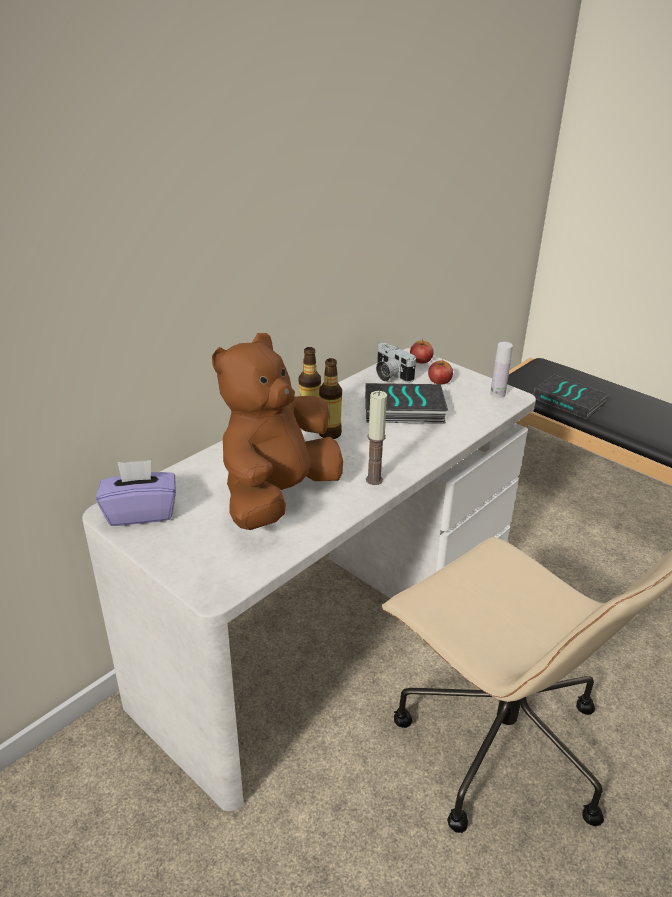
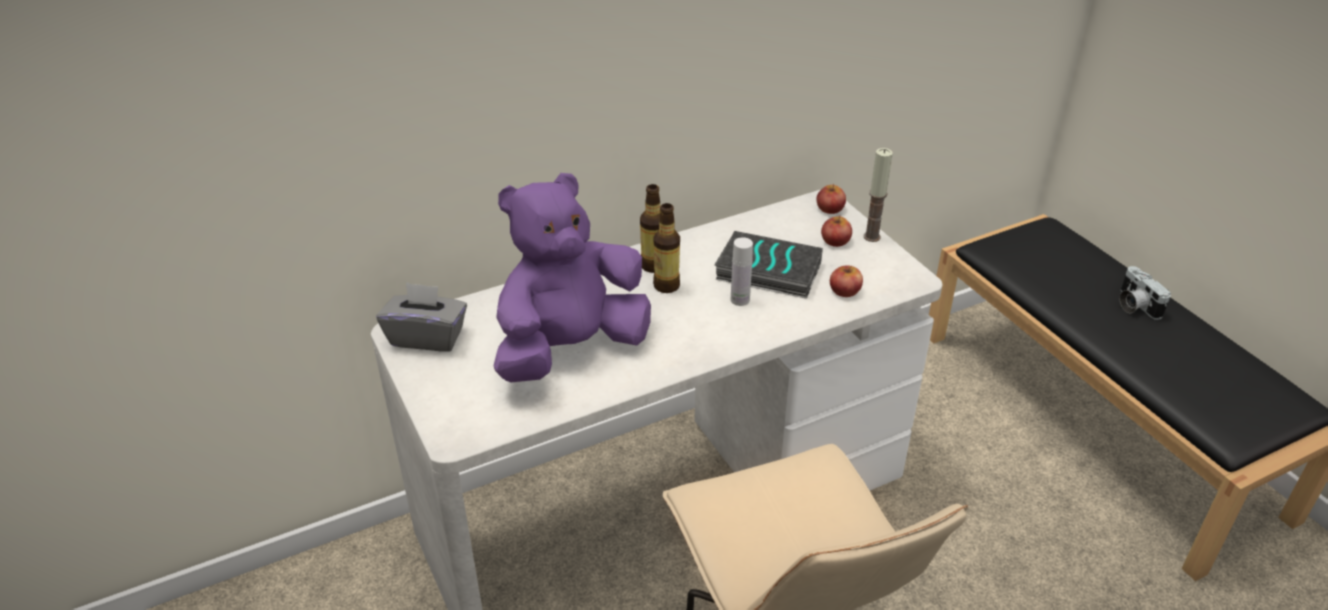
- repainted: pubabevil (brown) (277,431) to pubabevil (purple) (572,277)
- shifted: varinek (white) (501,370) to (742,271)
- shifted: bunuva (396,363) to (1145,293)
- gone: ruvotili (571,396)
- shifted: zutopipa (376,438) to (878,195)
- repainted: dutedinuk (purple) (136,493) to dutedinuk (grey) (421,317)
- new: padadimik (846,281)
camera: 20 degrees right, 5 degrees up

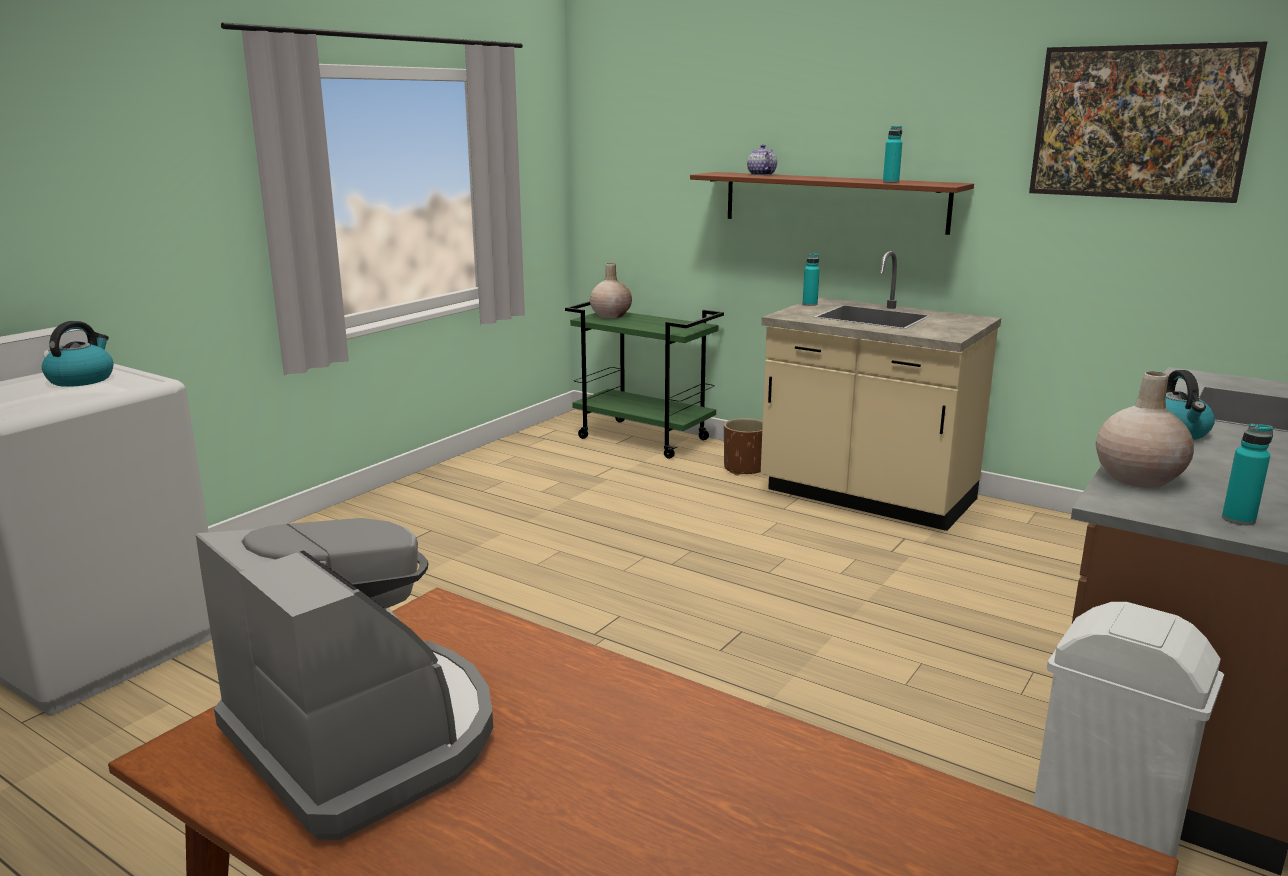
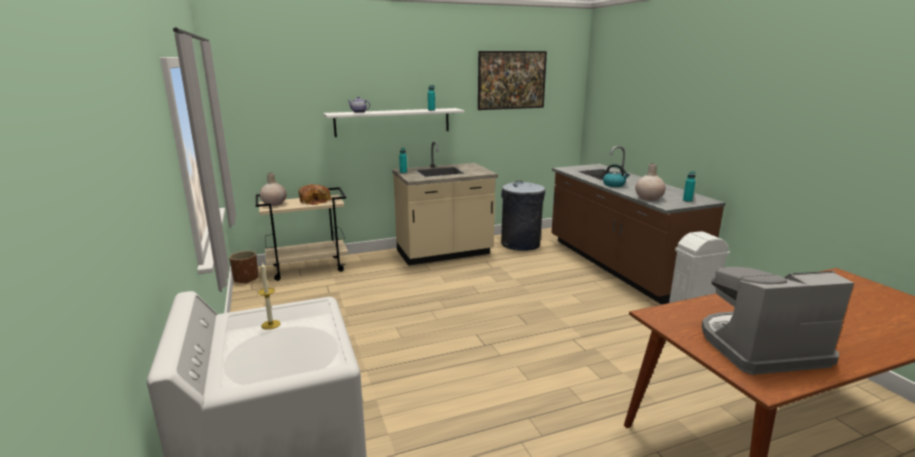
- repainted: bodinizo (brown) (832,203) to bodinizo (white) (394,122)
- repainted: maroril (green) (644,380) to maroril (beige) (302,234)
- swapped: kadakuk (78,354) to zutopipa (269,296)
- shifted: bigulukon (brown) (743,447) to (243,267)
- new: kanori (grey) (523,215)
- new: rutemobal (315,194)
camera: 55 degrees left, 0 degrees up

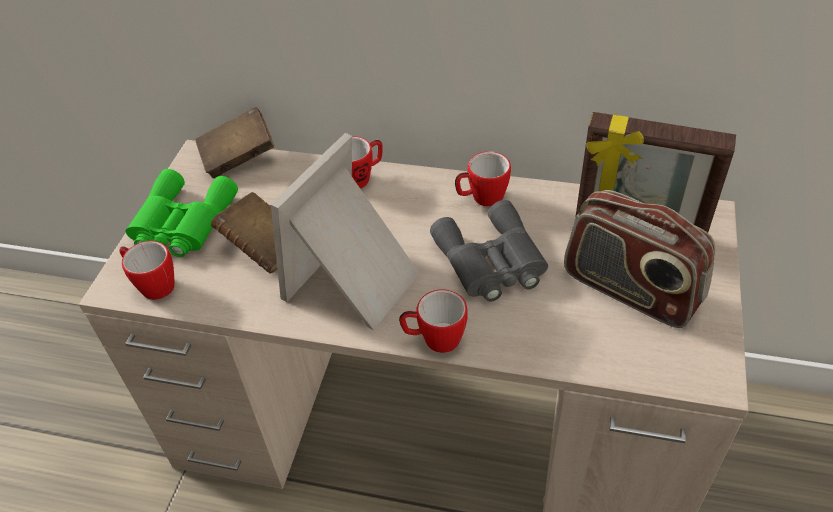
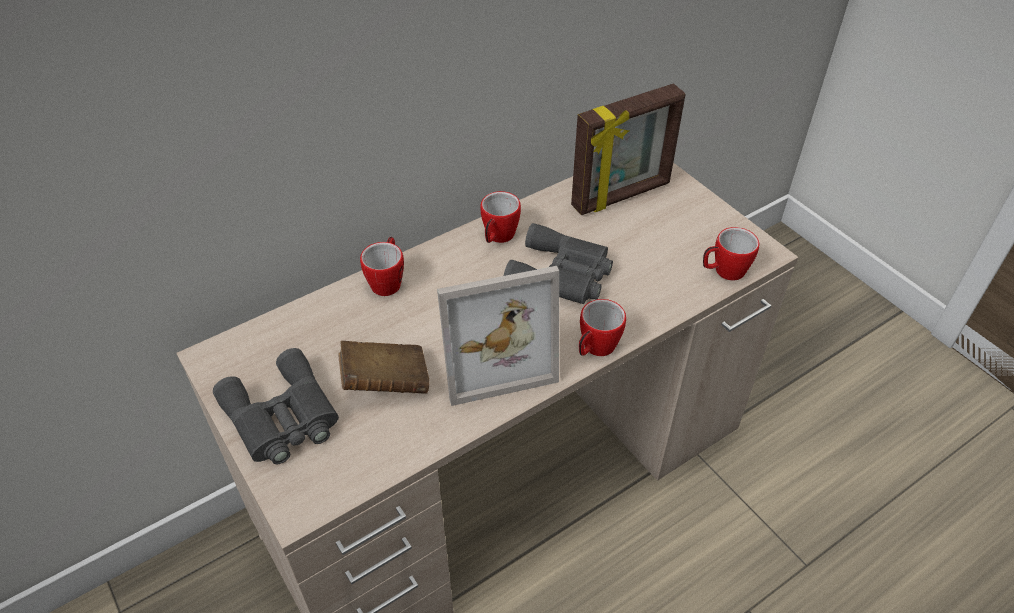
- gone: ruvotili (brown) (235,142)
- rotated: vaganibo (345,231) = (498,336) 90 degrees counterclockwise
- repainted: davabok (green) (182,213) to davabok (grey) (276,406)
- gone: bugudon (639,259)
- shifted: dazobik (147,270) to (731,254)
camera: 50 degrees left, 0 degrees up

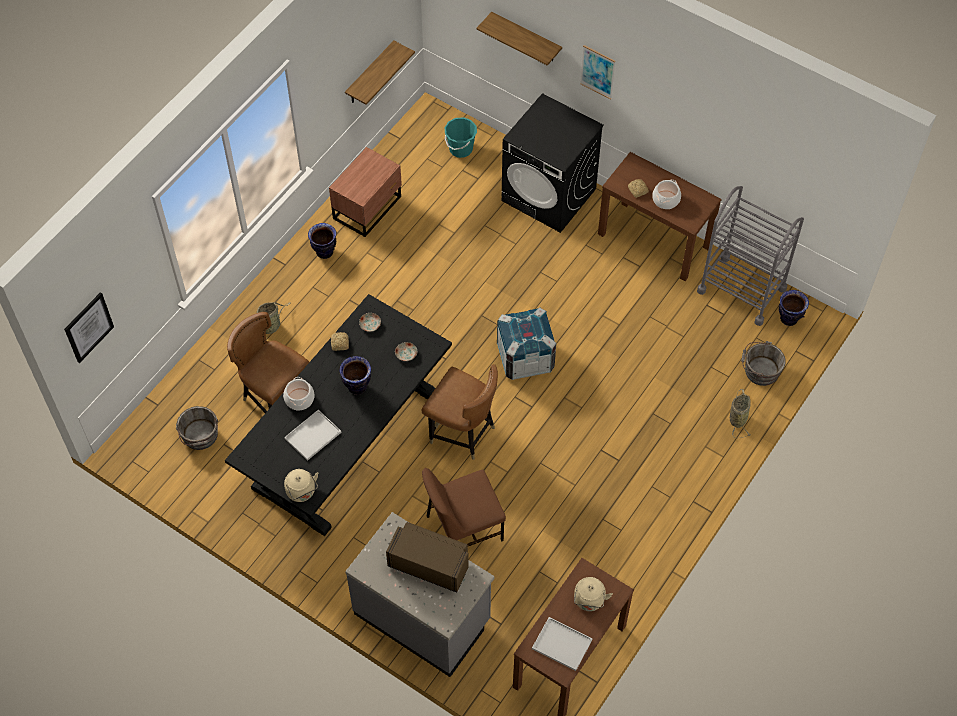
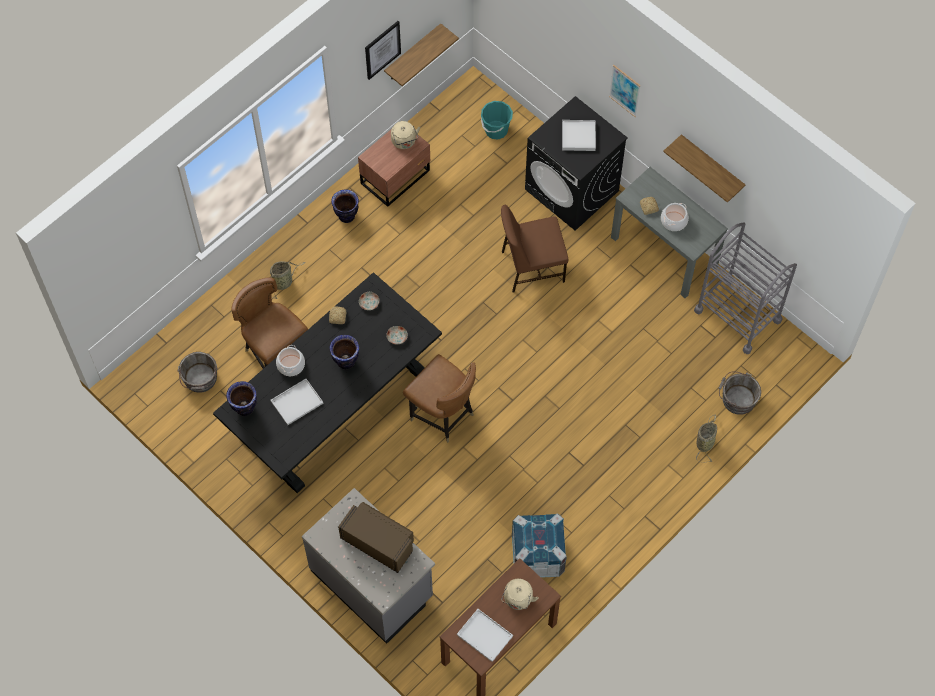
- shifted: bodinizo (519,39) to (704,168)
- repainted: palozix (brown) (660,216) to palozix (grey) (669,232)
- shifted: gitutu (794,308) to (241,398)
- shifted: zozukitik (89,327) to (383,50)
- shifted: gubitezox (526,343) to (539,545)
- shifted: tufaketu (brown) (464,507) to (534,249)
- shifted: kadakuk (beige) (301,485) to (405,135)
- new: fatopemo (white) (579,135)
camera: 10 degrees right, 5 degrees up

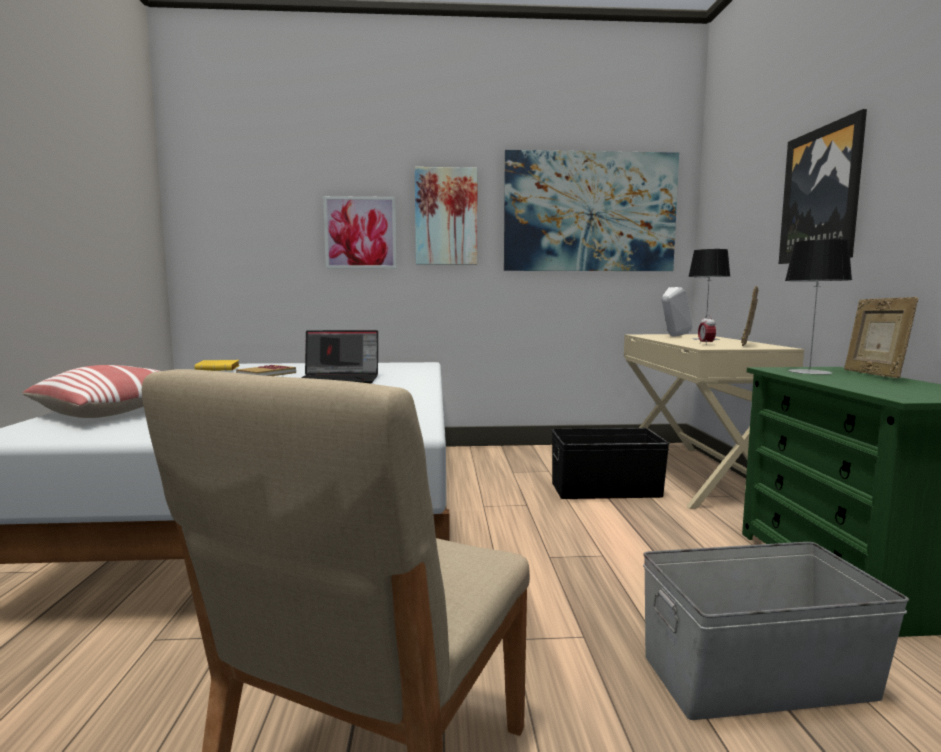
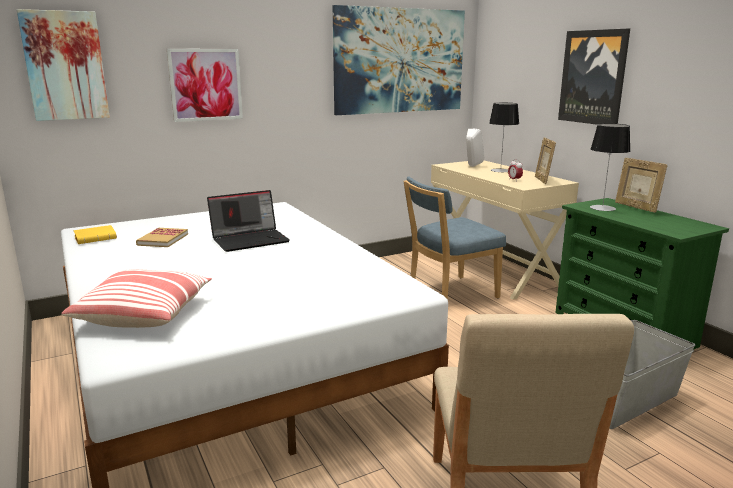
- shifted: zozukitik (446,216) to (63,65)
- swapped: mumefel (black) (610,463) to tufaketu (blue) (454,238)
camera: 25 degrees left, 10 degrees up

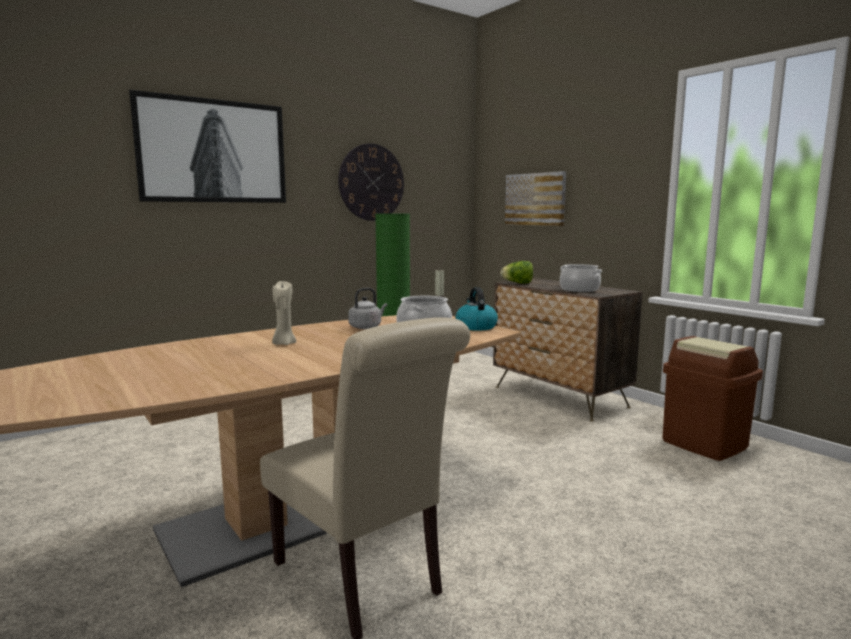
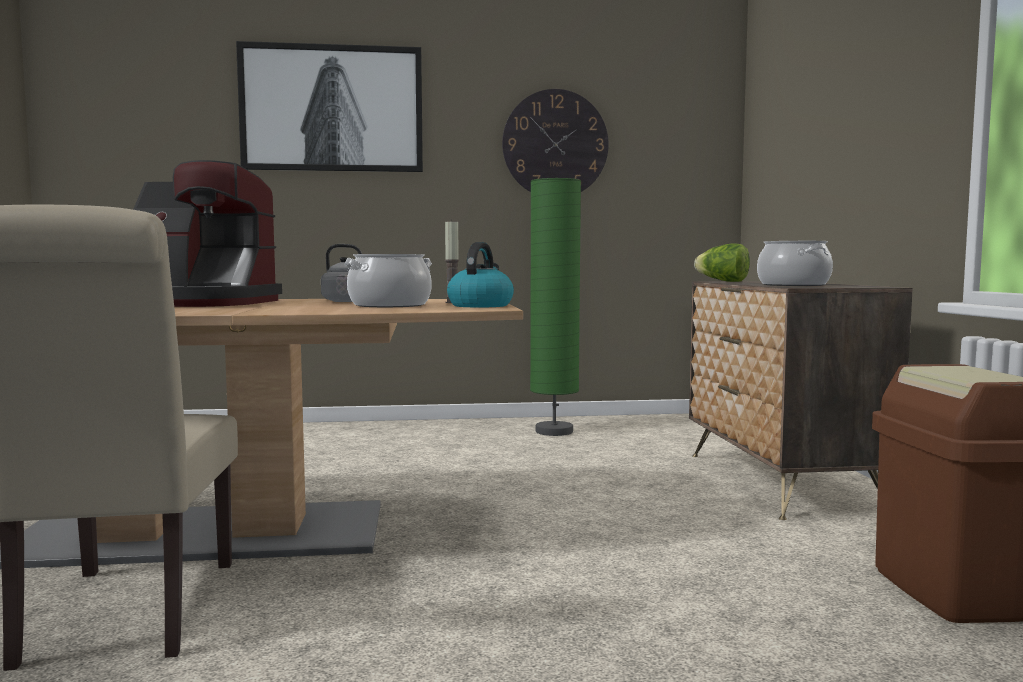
- gone: zozukitik (535,198)
- swapped: zutopipa (beige) (284,313) to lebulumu (207,233)
camera: 30 degrees right, 5 degrees down

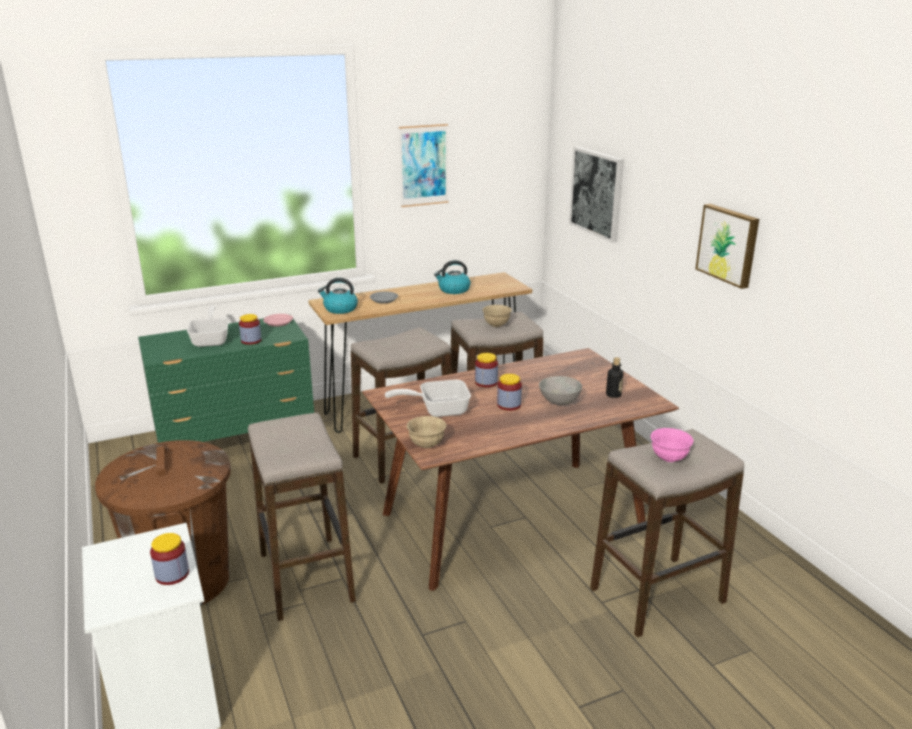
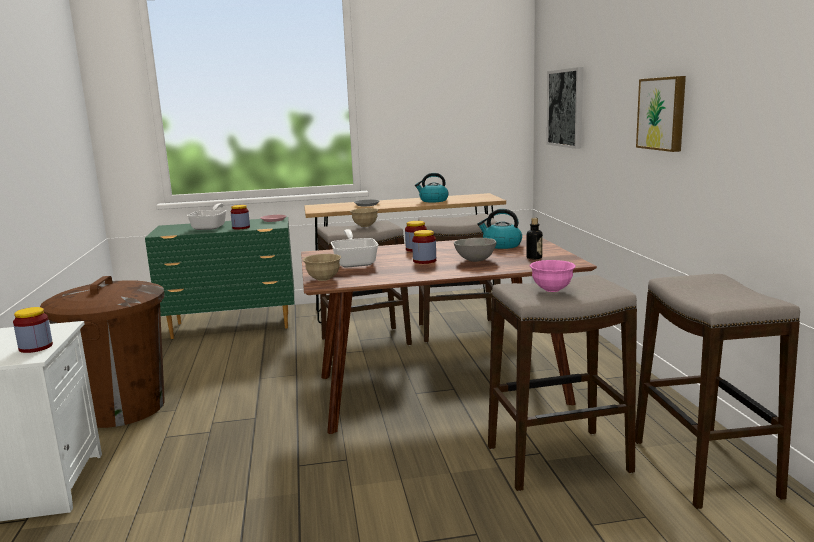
- gone: zozukitik (423,165)
- shifted: kadakuk (338,296) to (499,229)
- shifted: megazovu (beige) (497,316) to (364,217)
- rotated: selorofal (428,398) = (355,248) 75 degrees clockwise
- shifted: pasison (302,517) to (717,391)
camera: 15 degrees right, 10 degrees down

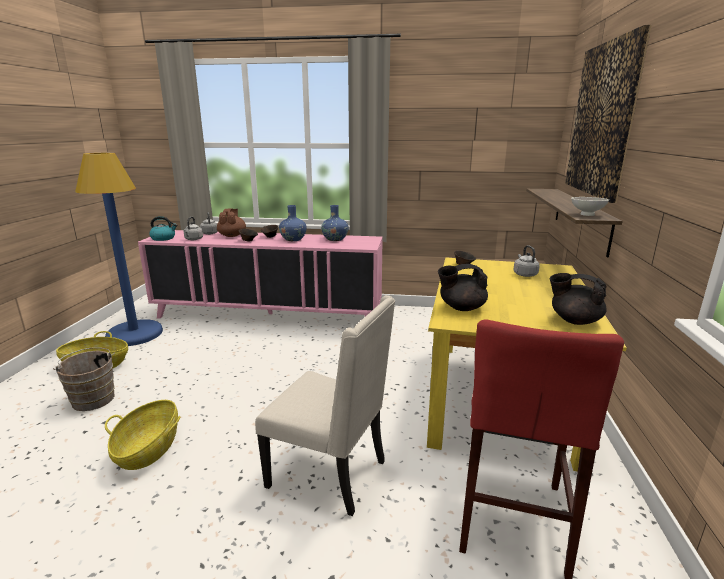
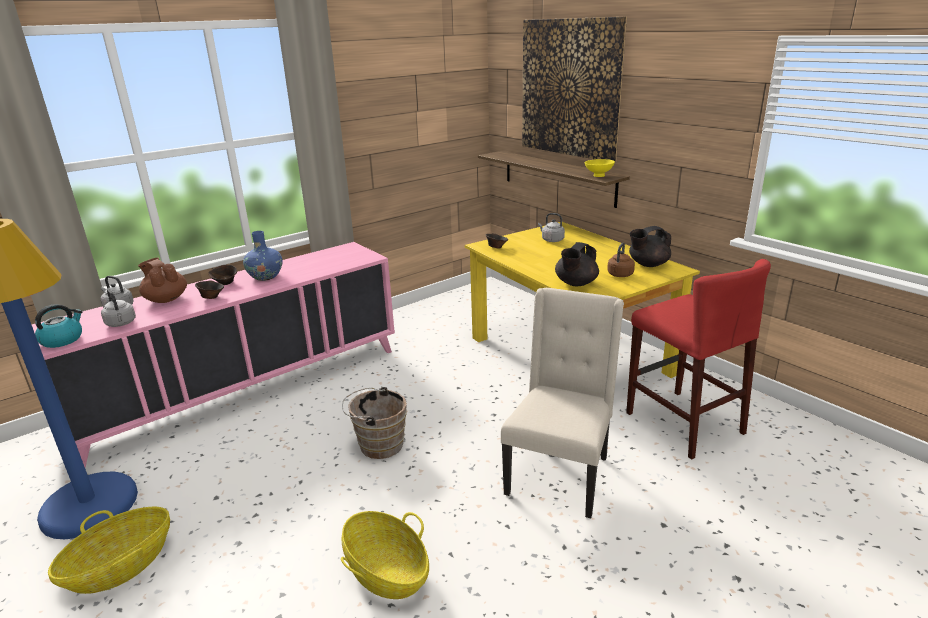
- repainted: megazovu (white) (590,206) to megazovu (yellow) (599,168)
- gone: gitutu (blue) (335,223)
- rotated: tufaketu (beige) (325,405) = (562,403) 45 degrees counterclockwise
- shifted: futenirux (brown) (84,379) to (374,422)
- new: kadakuk (brown) (621,260)
camera: 45 degrees left, 5 degrees up

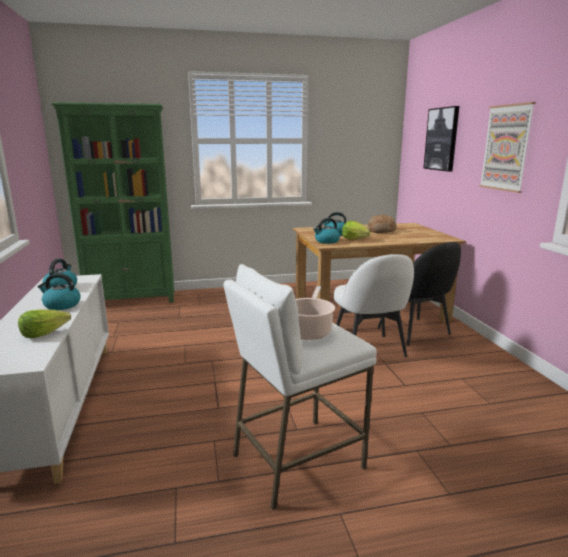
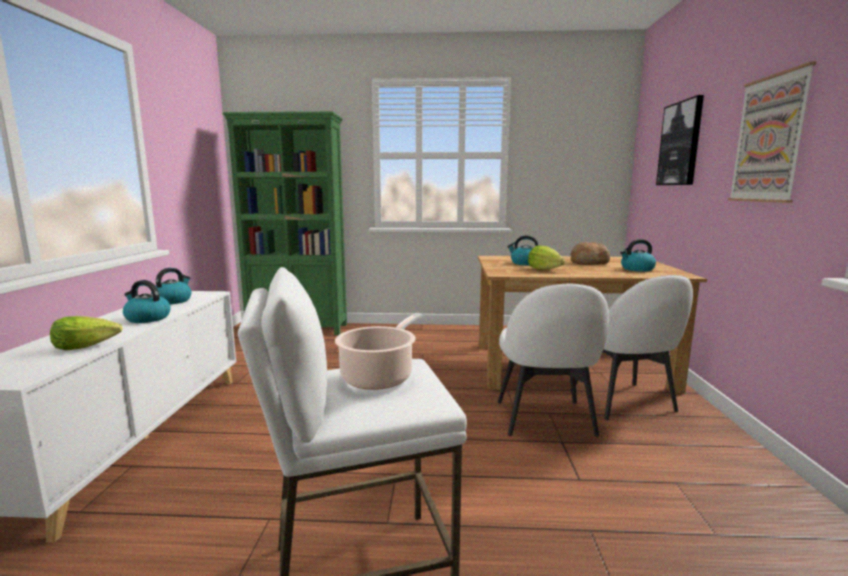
- shifted: kadakuk (326,231) to (638,255)
- repainted: tufaketu (black) (419,294) to tufaketu (white) (631,347)
camera: 15 degrees right, 5 degrees down

